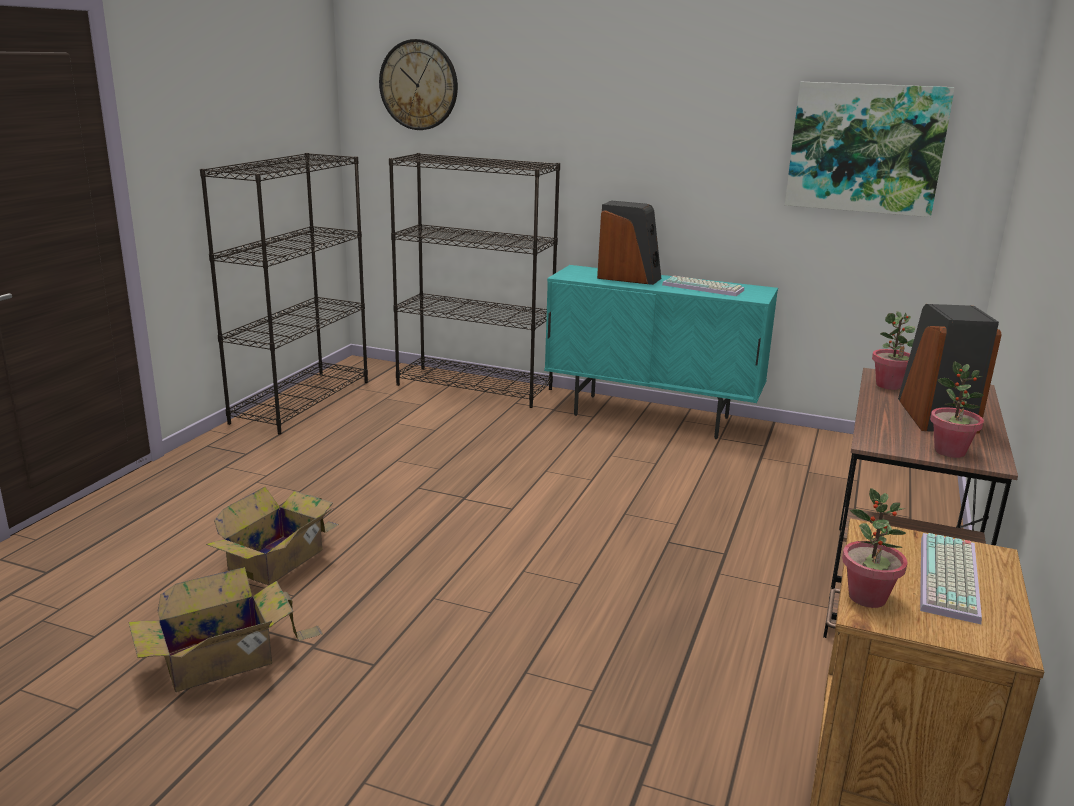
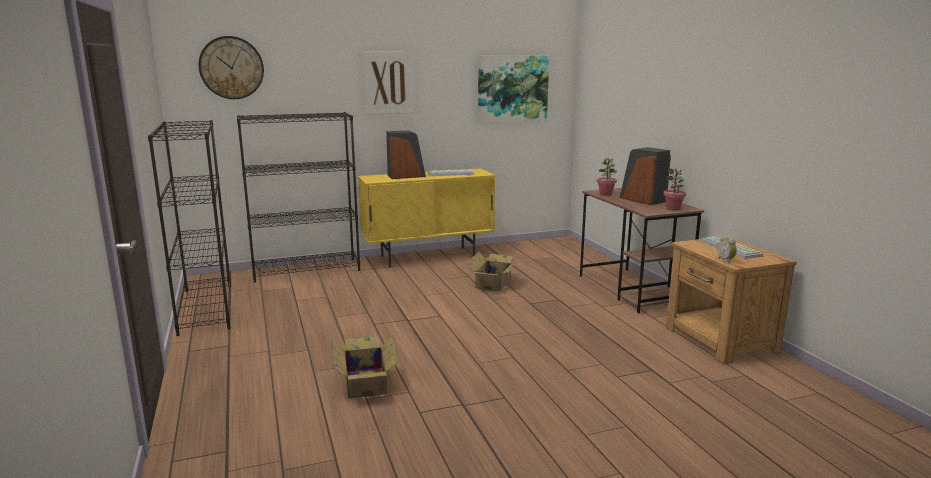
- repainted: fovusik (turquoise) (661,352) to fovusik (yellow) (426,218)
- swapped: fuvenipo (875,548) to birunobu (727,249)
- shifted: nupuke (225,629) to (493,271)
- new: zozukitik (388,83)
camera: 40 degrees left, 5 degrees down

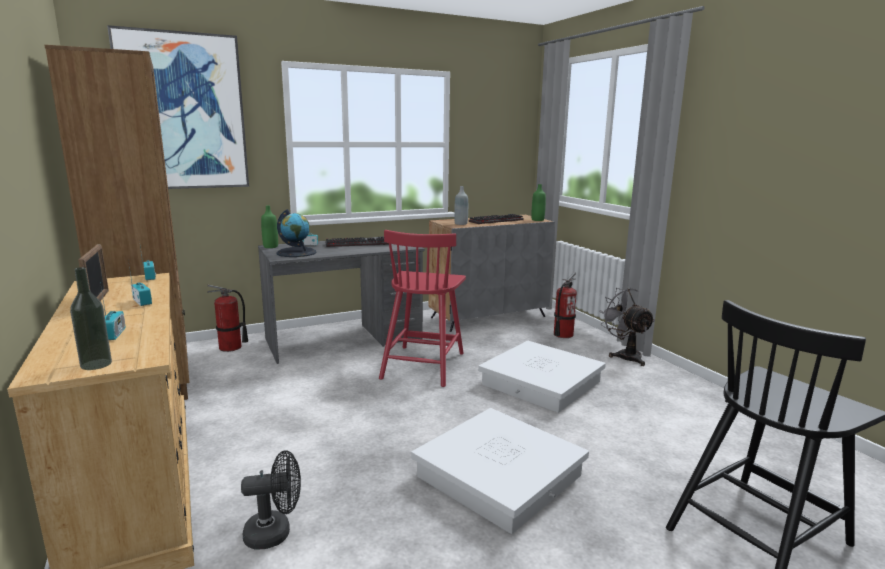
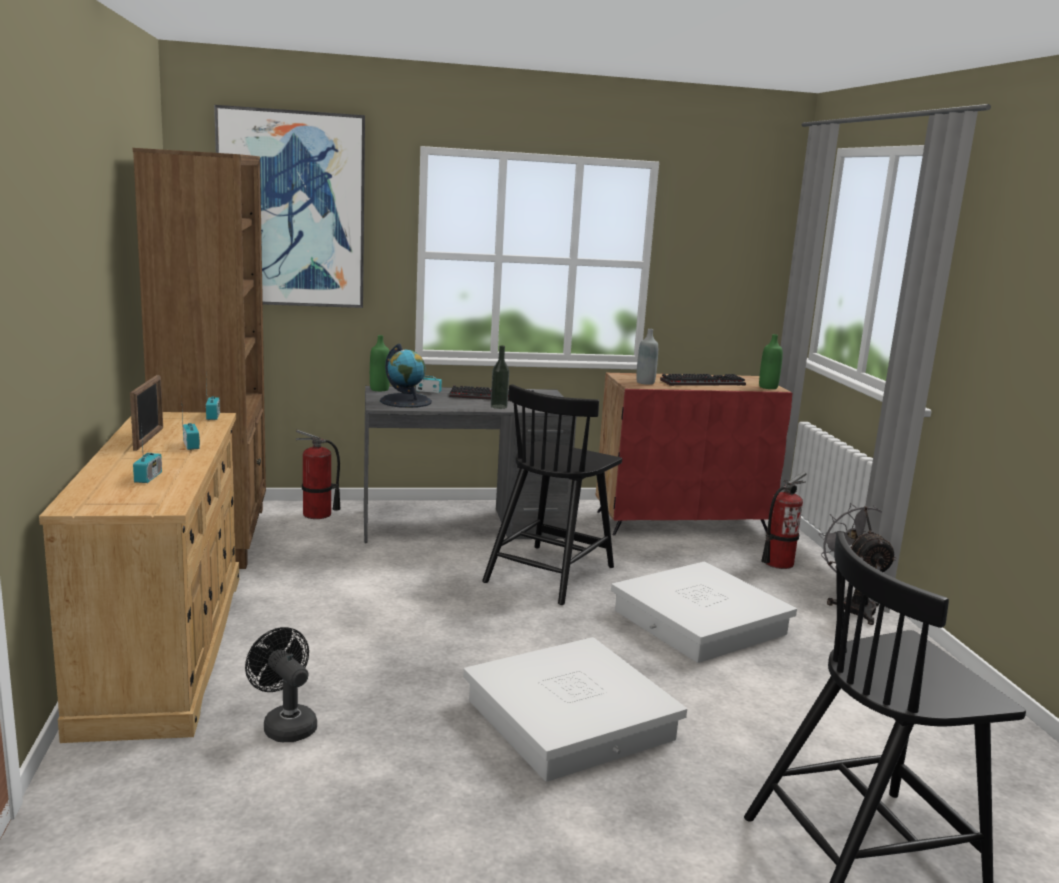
- repainted: fovusik (grey) (491,273) to fovusik (red) (693,454)
- repainted: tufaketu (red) (422,308) to tufaketu (black) (552,494)
- shifted: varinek (91,318) to (500,377)
- rotated: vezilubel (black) (271,500) = (281,684) 135 degrees counterclockwise
camera: 15 degrees right, 0 degrees up

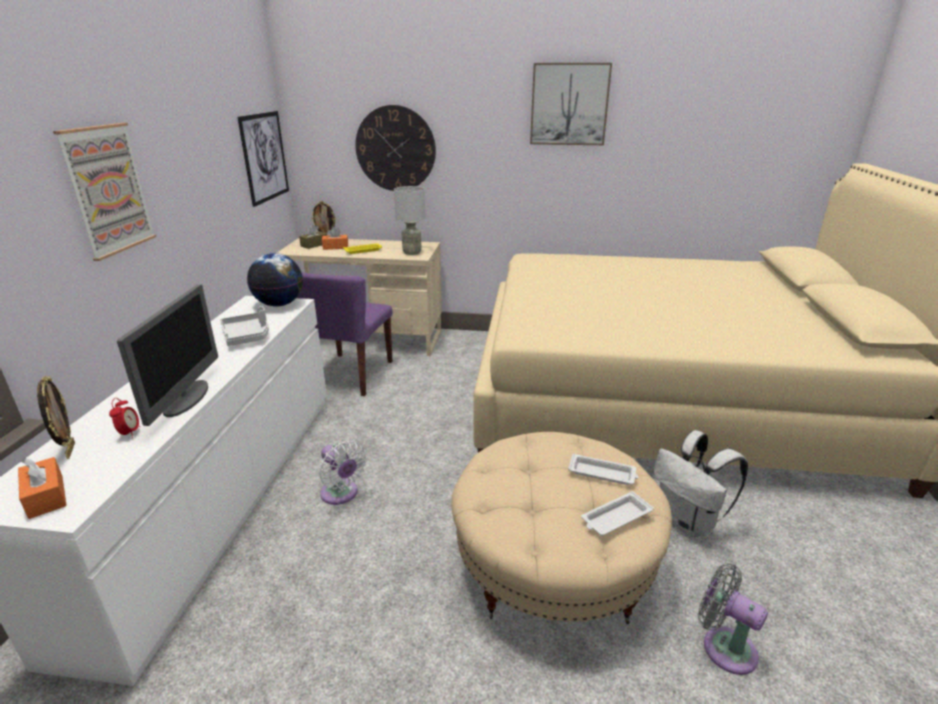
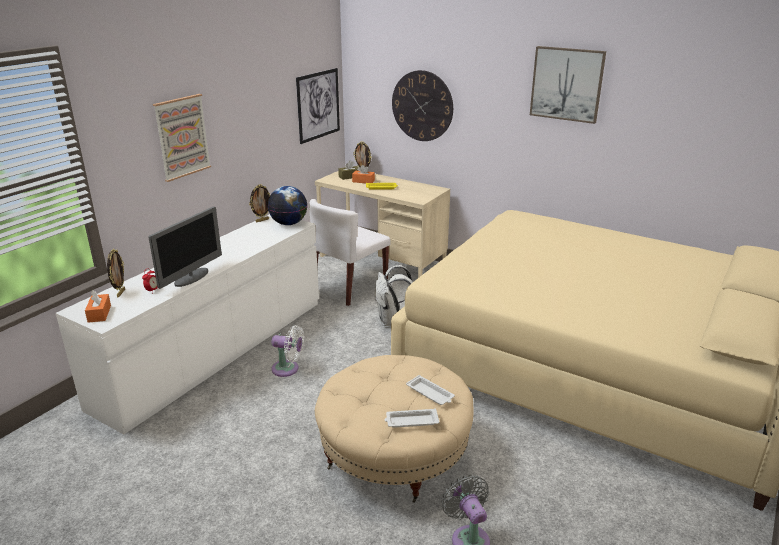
- gone: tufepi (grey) (409,220)
- repainted: tufaketu (purple) (344,334) to tufaketu (white) (350,252)
- gone: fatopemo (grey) (244,326)
- shifted: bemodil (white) (701,483) to (394,295)
- rotated: vezilubel (white) (343,473) = (287,351) 60 degrees counterclockwise
- new: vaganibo (260,203)
camera: 25 degrees right, 0 degrees up

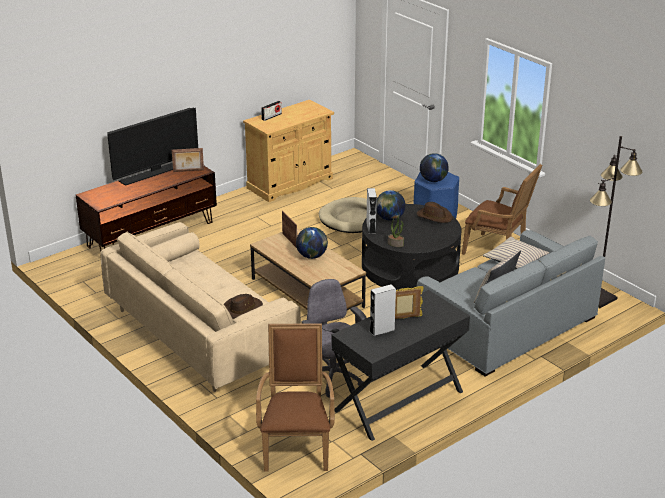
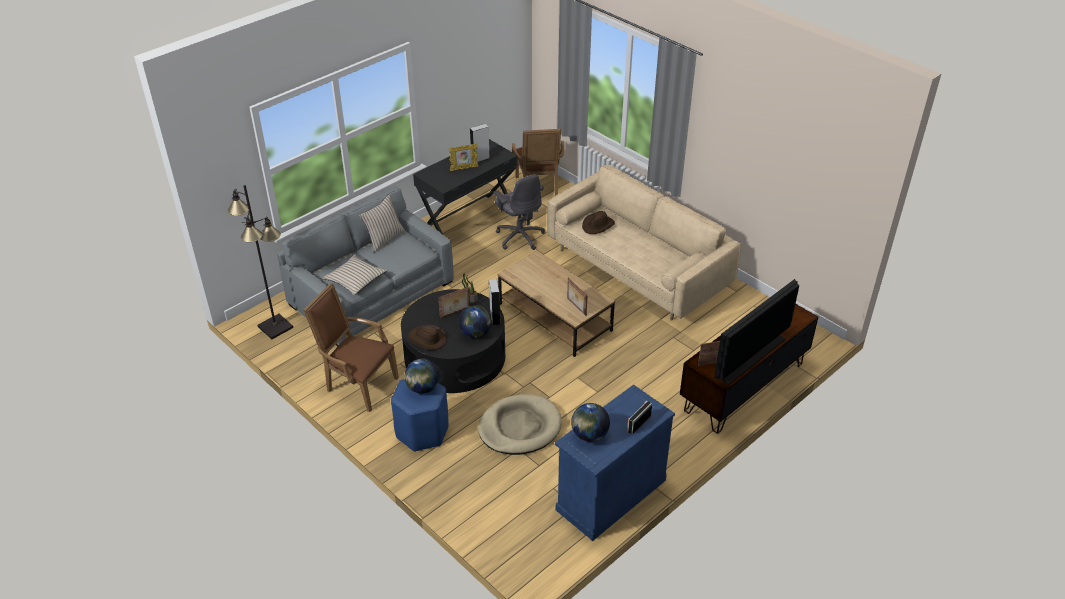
- repainted: fovusik (beige) (288,151) to fovusik (blue) (615,463)
- shifted: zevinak (312,243) to (590,422)
- new: vaganibo (454,302)
camera: 175 degrees right, 10 degrees up

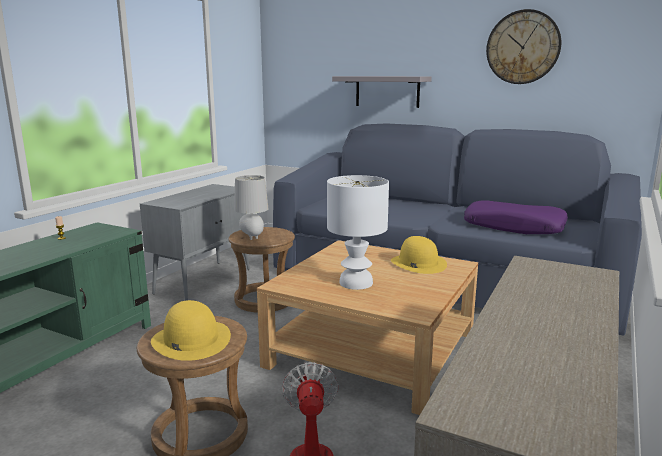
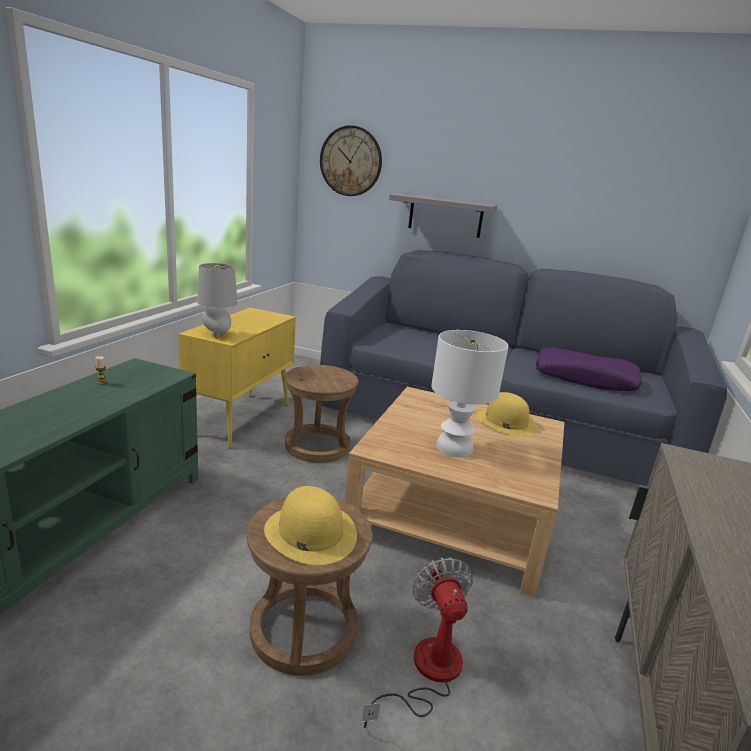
- shifted: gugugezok (523,46) to (351,160)
- shifted: tufepi (grey) (251,207) to (217,300)
- repainted: fovusik (grey) (195,242) to fovusik (yellow) (237,378)
camera: 10 degrees left, 5 degrees up

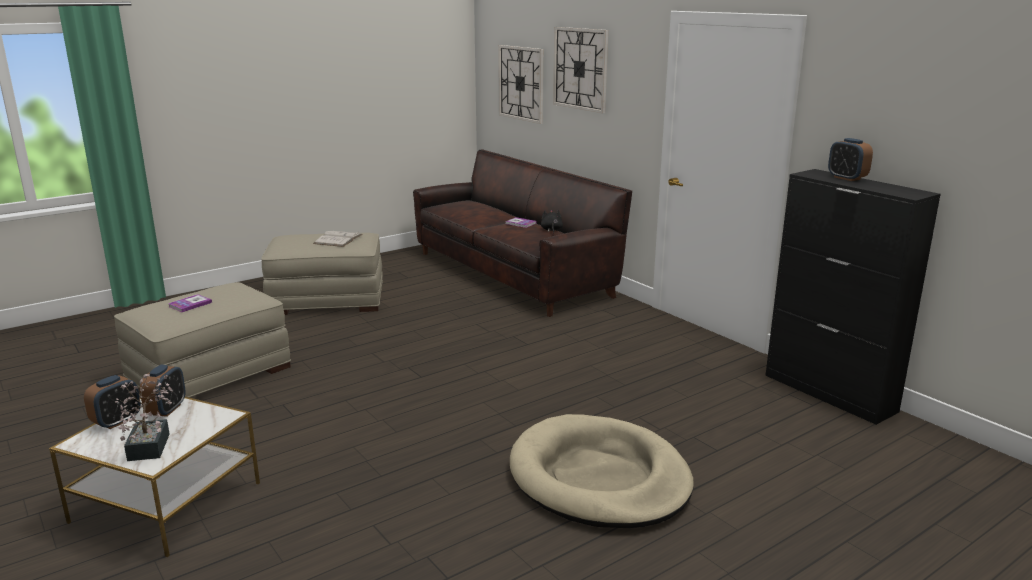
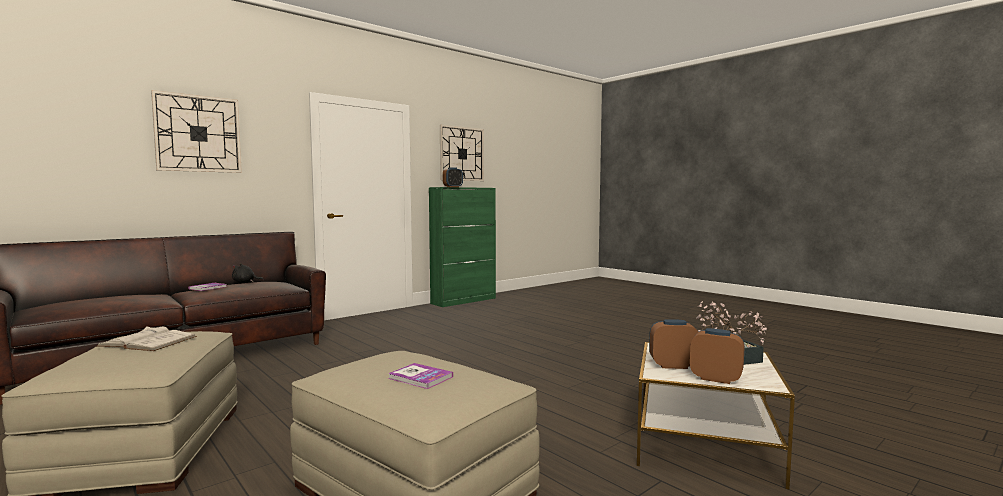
- shifted: gugugezok (520,84) to (462,153)
- repainted: fovusik (black) (853,297) to fovusik (green) (462,247)
- gone: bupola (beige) (602,471)
camera: 95 degrees left, 15 degrees down

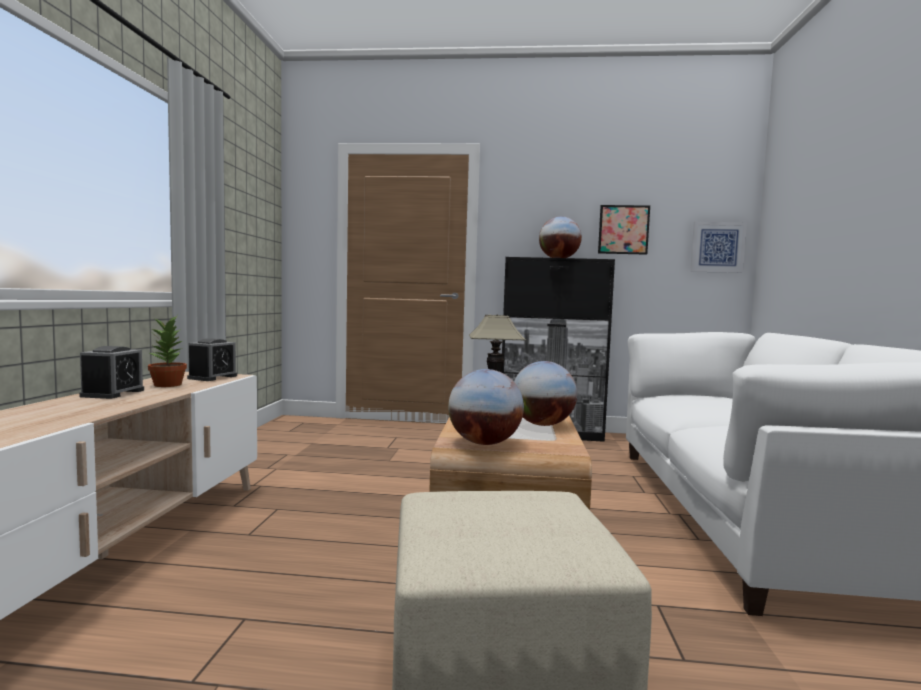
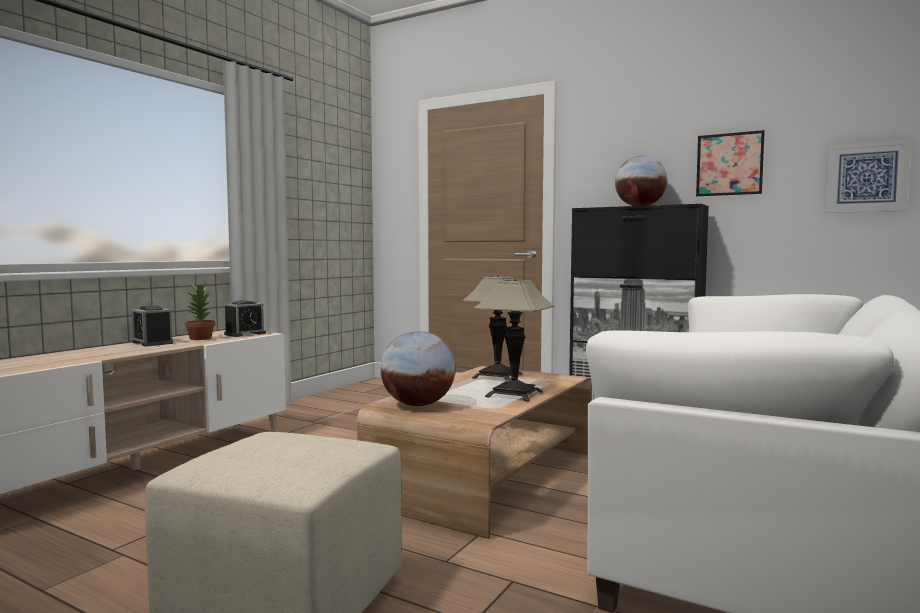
- rotated: birunobu (111,372) = (152,325) 105 degrees clockwise
- swapped: zevinak (545,393) to tufepi (514,340)
camera: 25 degrees right, 0 degrees up

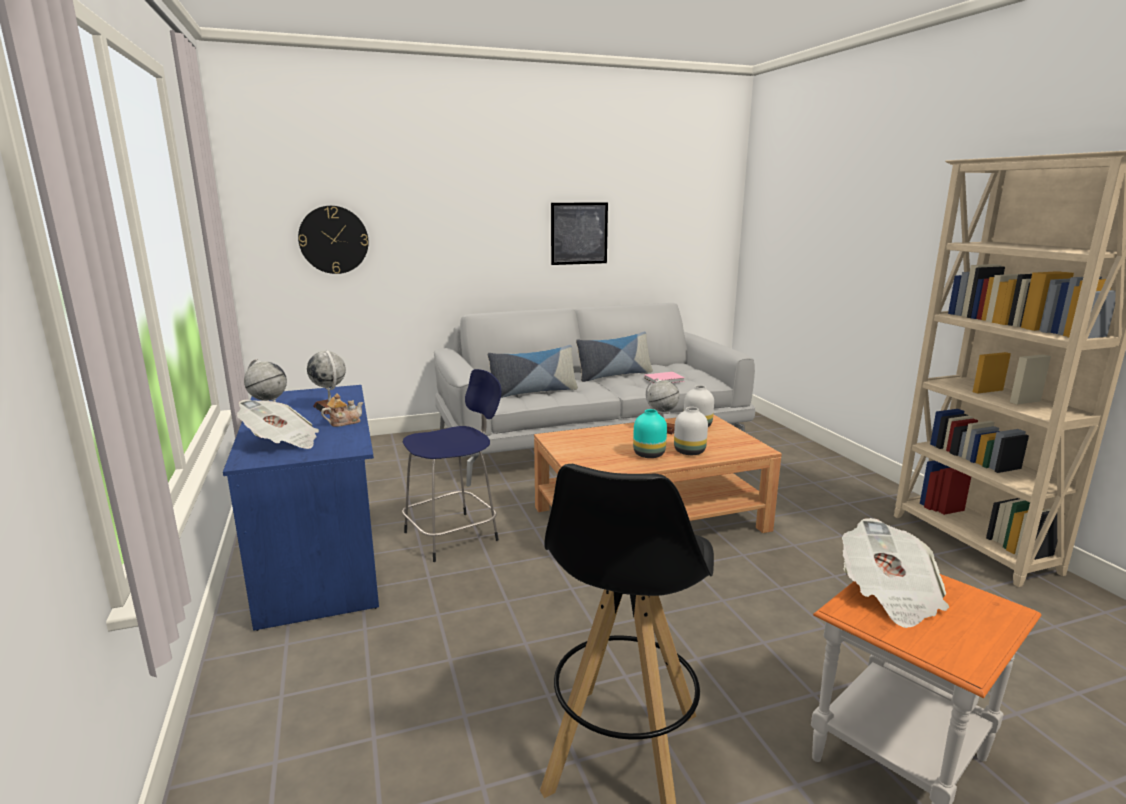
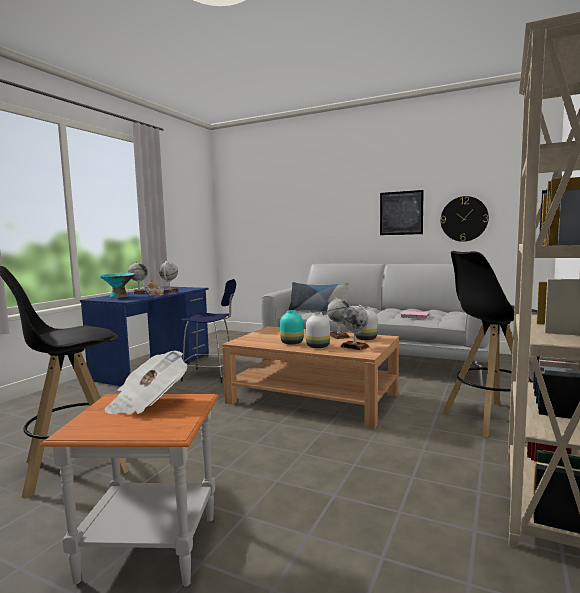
- shifted: gugugezok (333,240) to (465,219)
- gone: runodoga (614,356)
- swapped: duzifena (277,424) to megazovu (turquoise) (117,285)
- new: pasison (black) (489,344)
- new: zevinak (354,327)
camera: 45 degrees right, 10 degrees down

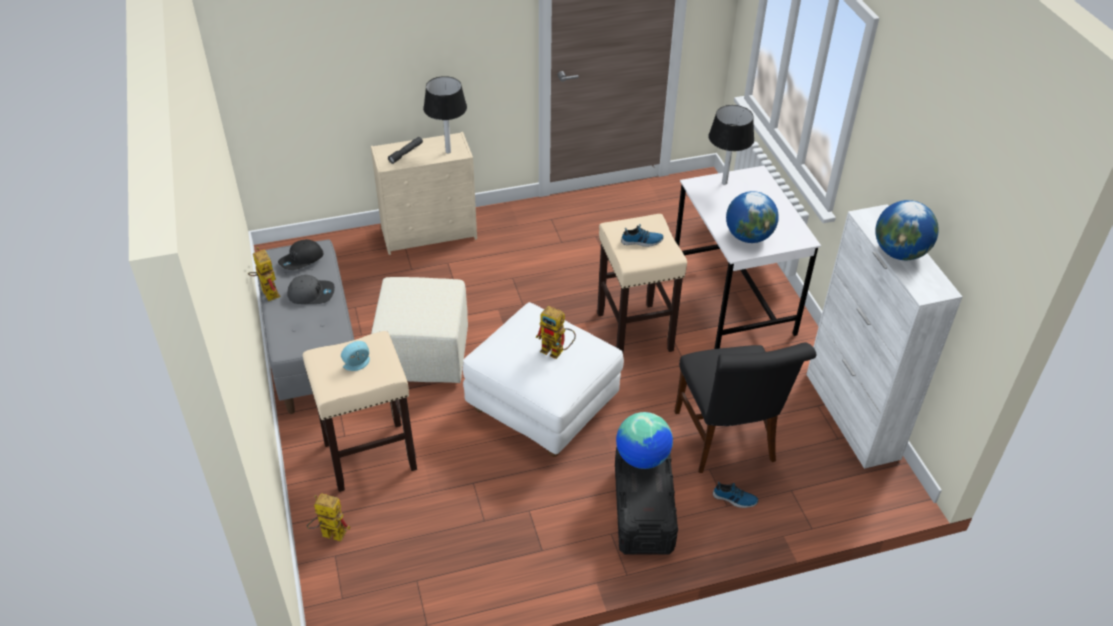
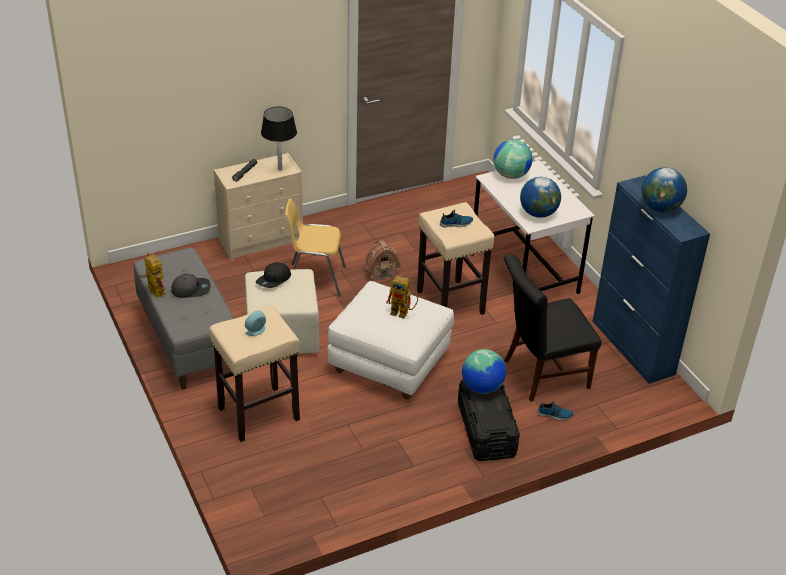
- swapped: tufepi (black) (731,145) to zevinak (512,159)
- repainted: fovusik (white) (884,336) to fovusik (blue) (651,279)
- shifted: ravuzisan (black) (300,254) to (273,275)
- rotated: tufaketu (black) (745,407) = (553,328) 90 degrees clockwise
- gone: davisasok (328,517)
- new: tufaketu (yellow) (315,248)
- new: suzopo (383,261)
camera: 10 degrees left, 5 degrees down

